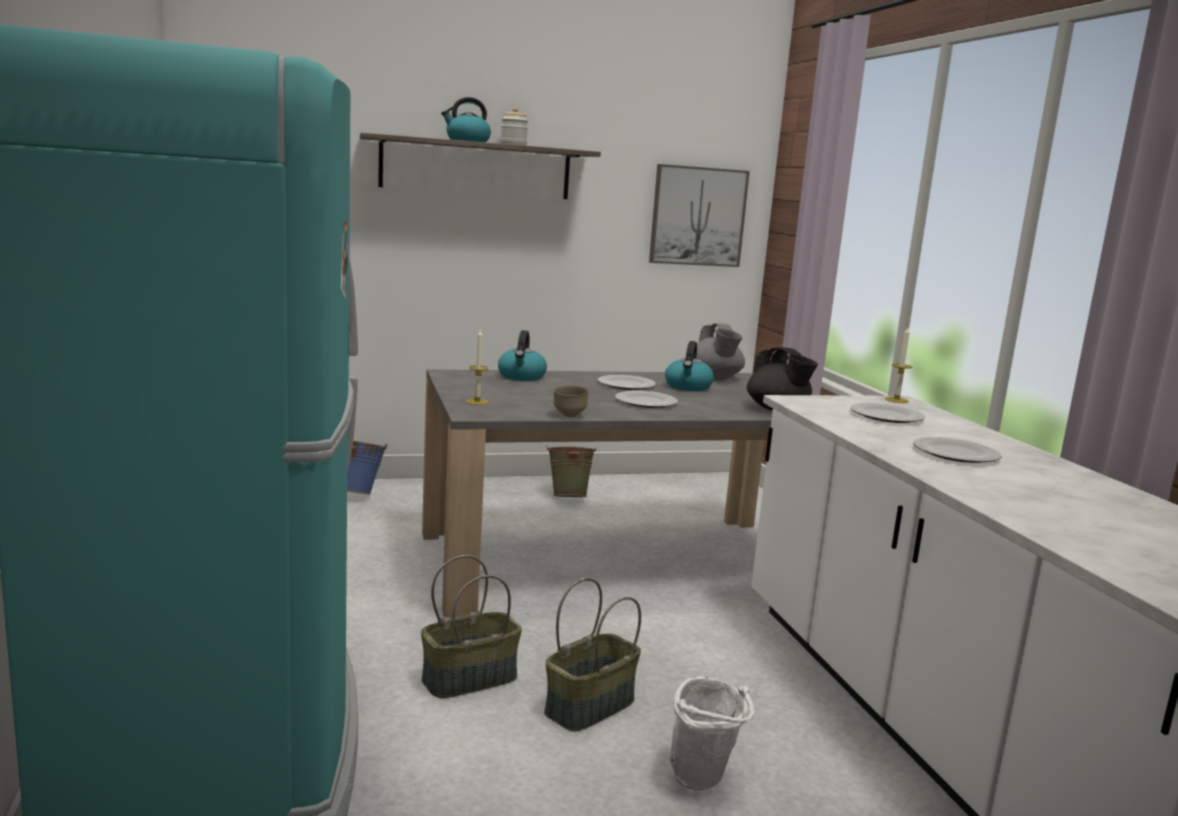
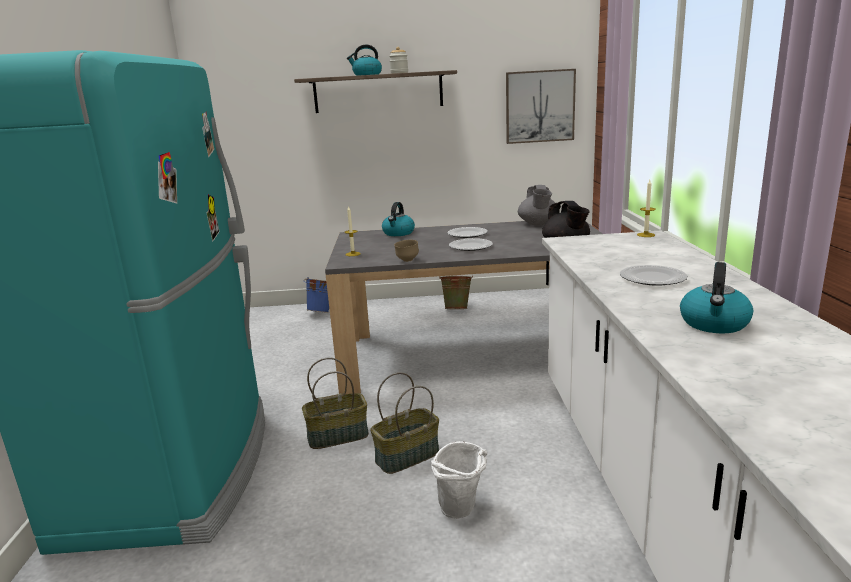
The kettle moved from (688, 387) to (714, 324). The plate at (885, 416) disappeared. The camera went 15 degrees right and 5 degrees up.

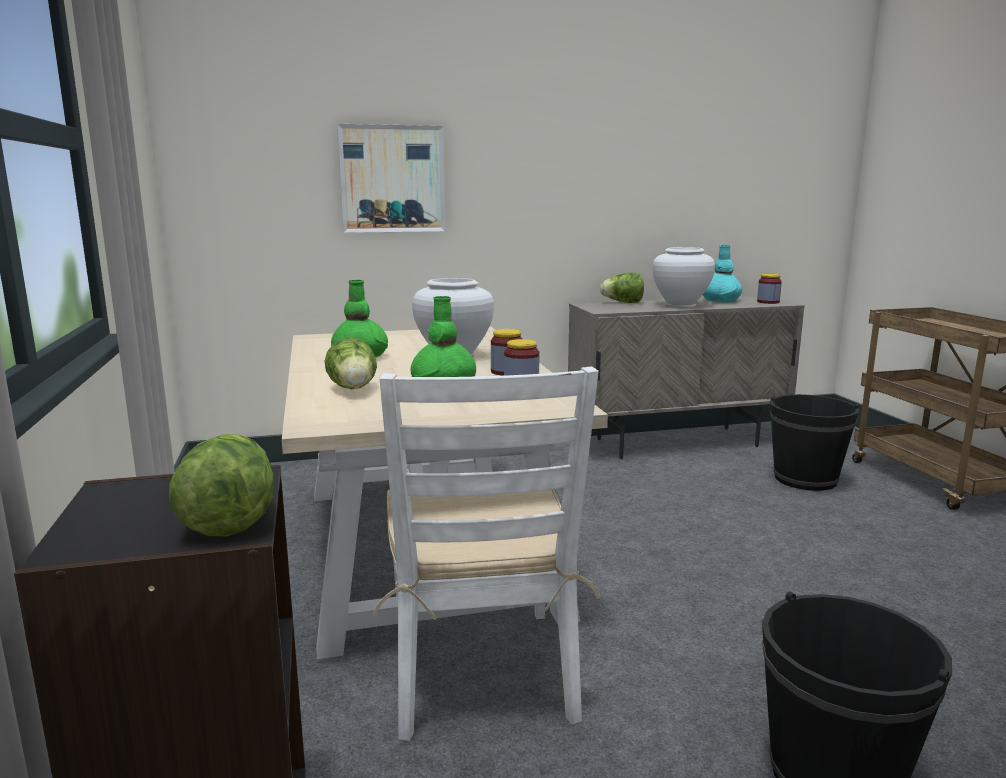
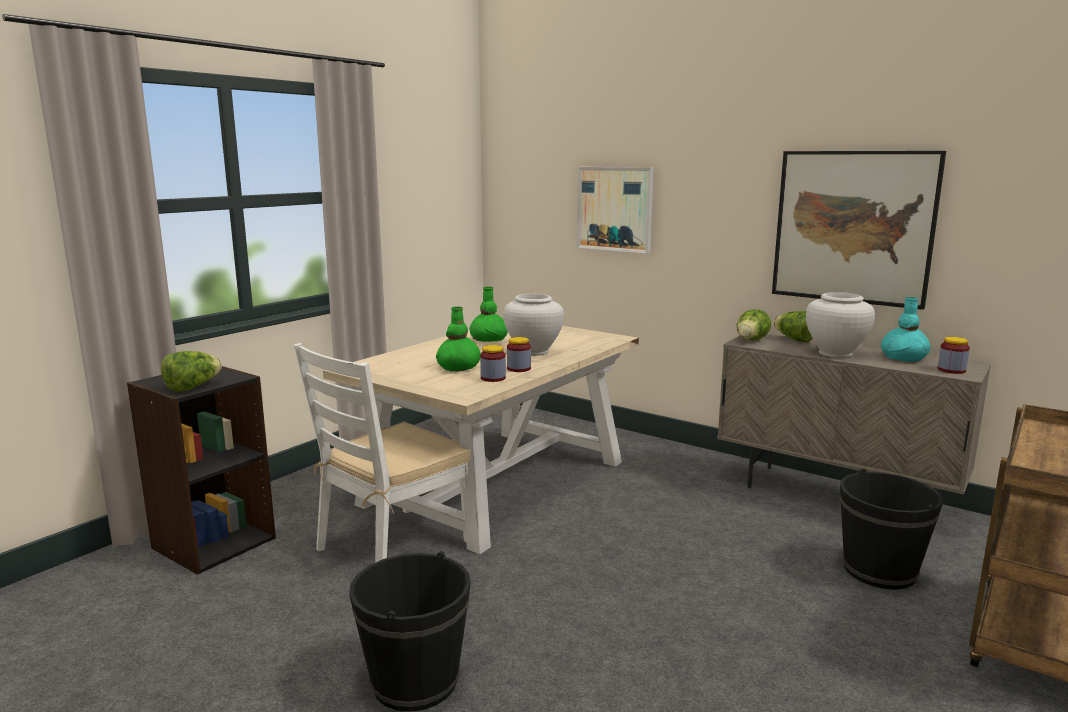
The lettuce_head moved from (354, 390) to (751, 340). The wall_picture at (853, 227) appeared. The camera went 50 degrees right and 0 degrees up.

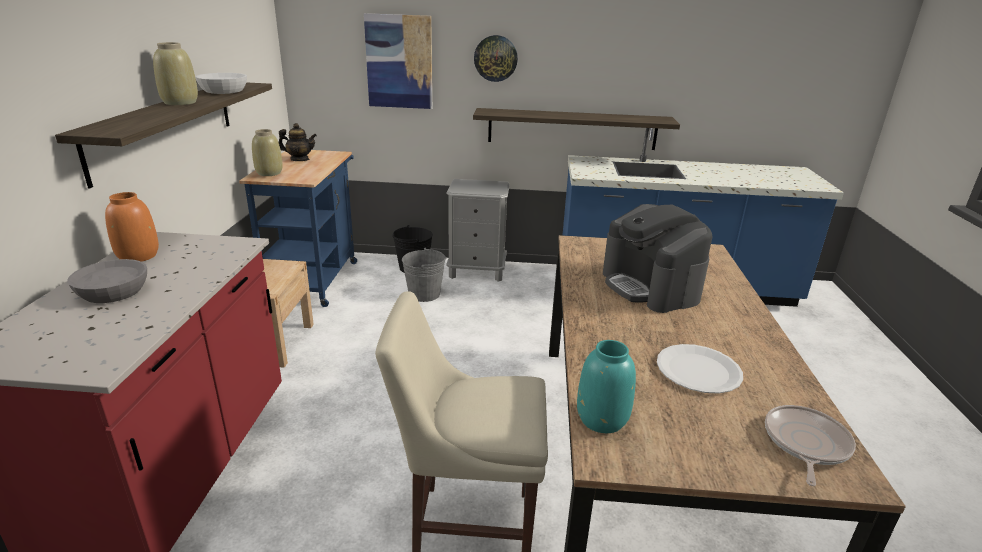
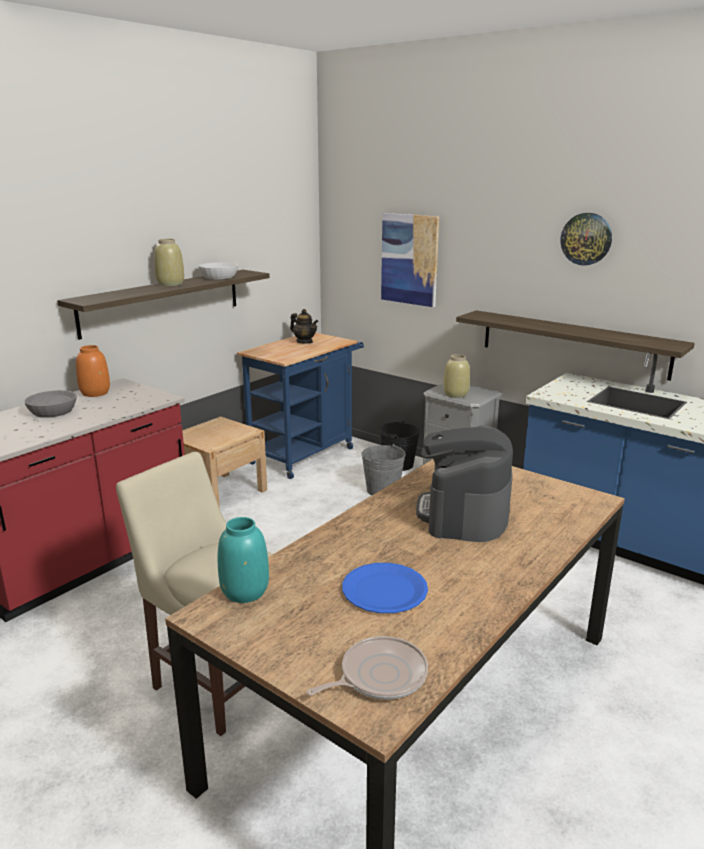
The sand-coloured_decorative_vase moved from (269, 173) to (455, 395). The hanging_clock moved from (495, 58) to (586, 239). The white_plate at (698, 370) became the bluish_plate at (384, 590). The camera went 35 degrees right and 5 degrees down.

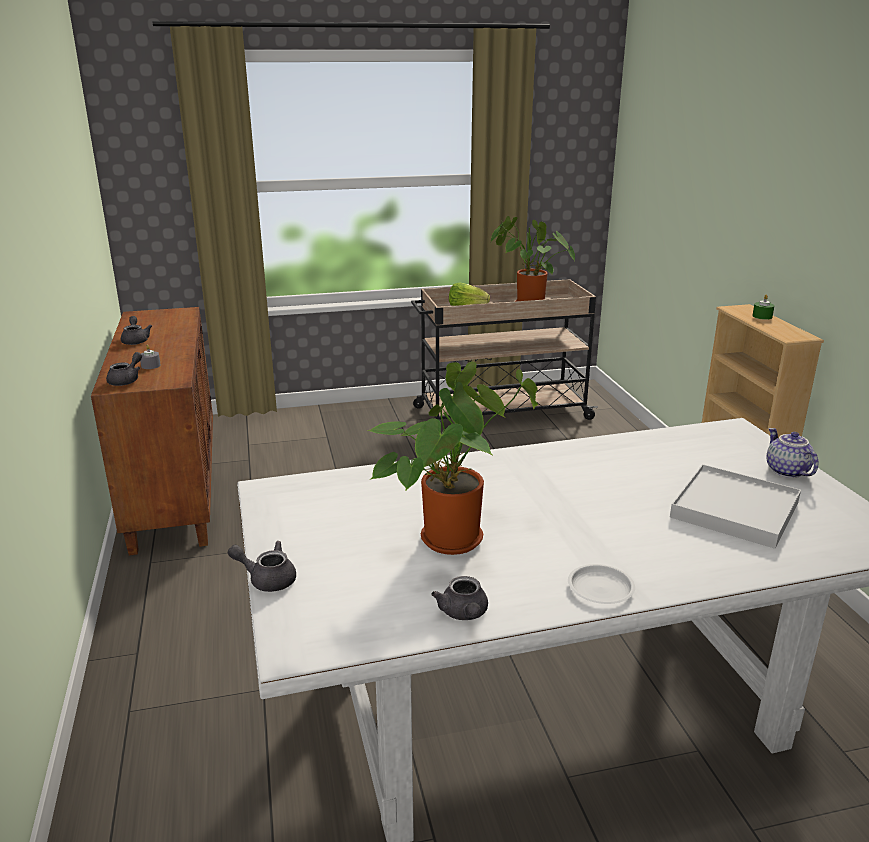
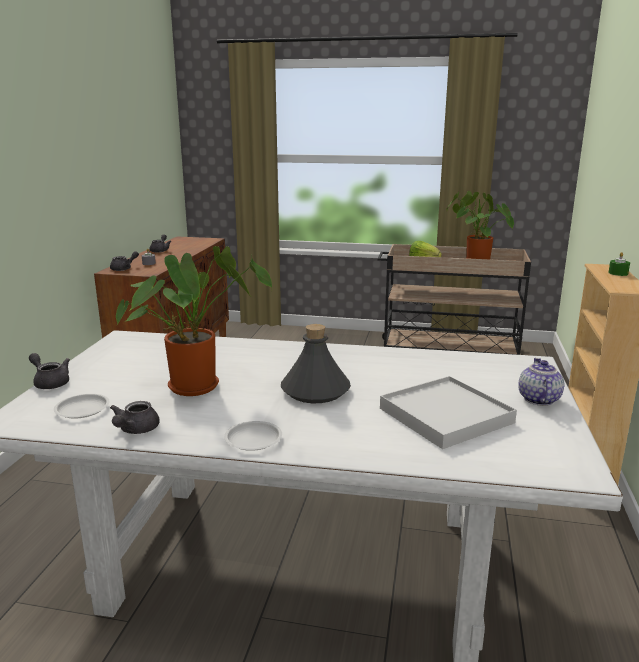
The white_plate at (83, 409) appeared. The grey_drink_bottle at (315, 391) appeared. The camera went 25 degrees right and 5 degrees down.

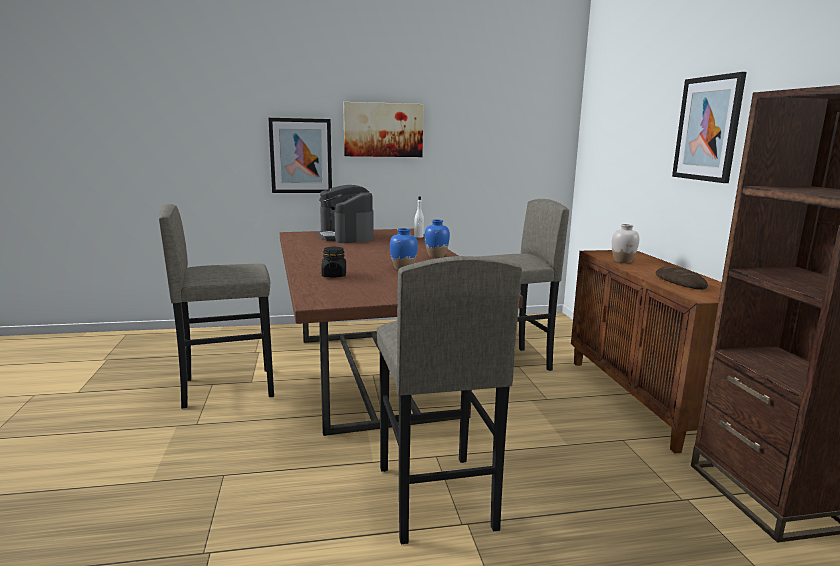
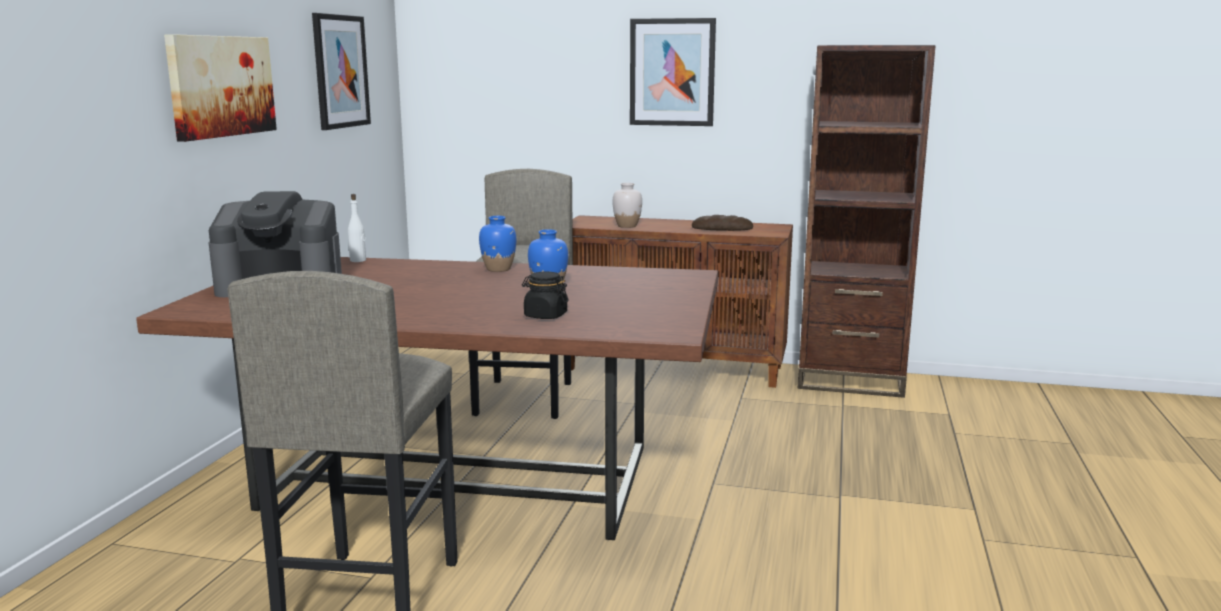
The wall_picture moved from (301, 156) to (340, 71). The grey_stool at (434, 497) disappeared. The camera went 65 degrees left and 0 degrees up.

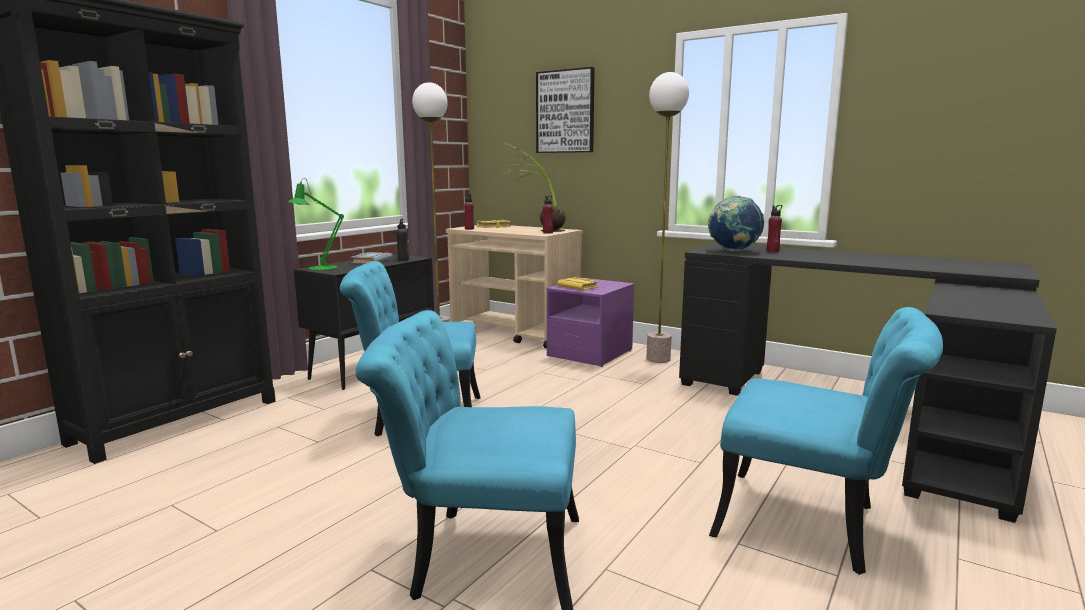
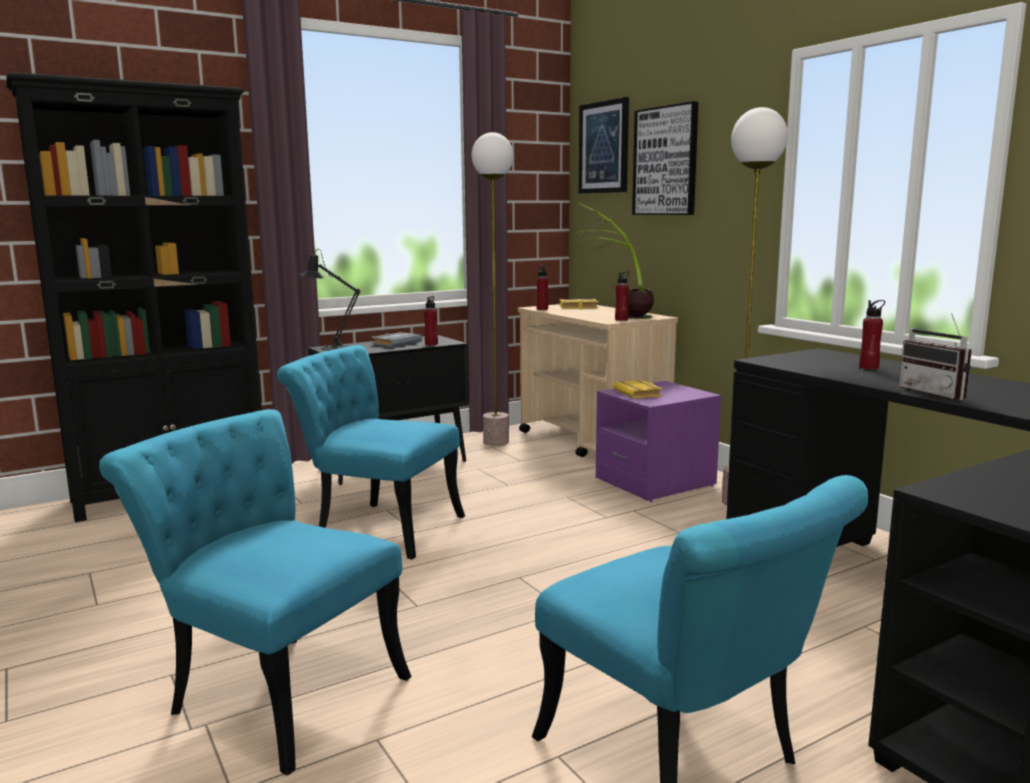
The greenish_table_lamp at (318, 268) became the blackish_table_lamp at (331, 348). The blackish_drink_bottle at (403, 260) became the red_drink_bottle at (431, 344). The world_globe at (733, 251) disappeared. The wall_picture at (604, 147) appeared. The radio_set at (937, 393) appeared. The camera went 25 degrees right and 0 degrees up.

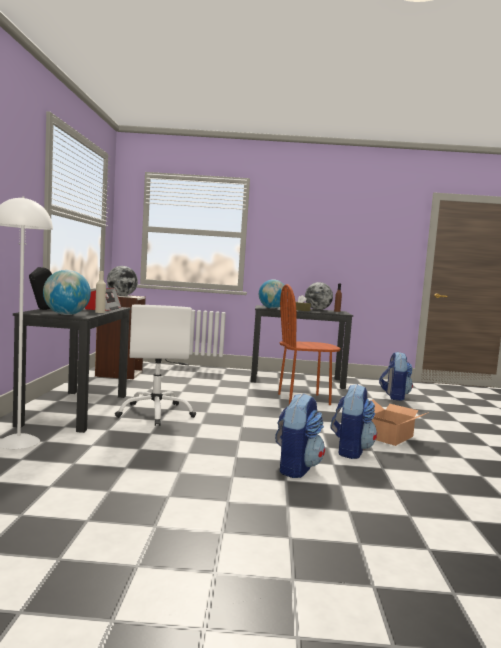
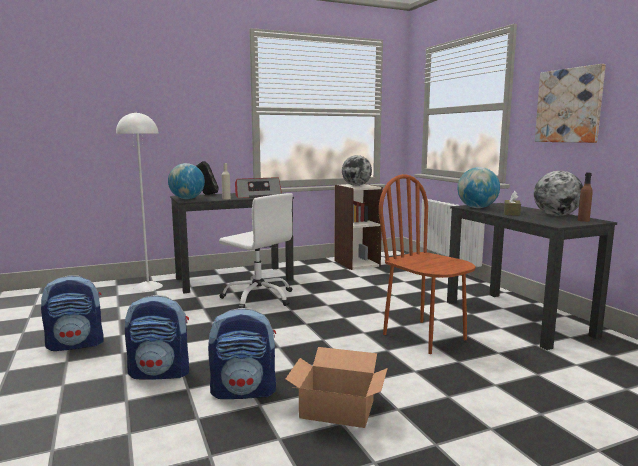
The white_desk_chair at (156, 413) turned 105 degrees counterclockwise. The knapsack moved from (394, 396) to (76, 344). The wall_picture at (569, 105) appeared. The camera went 65 degrees right and 5 degrees up.

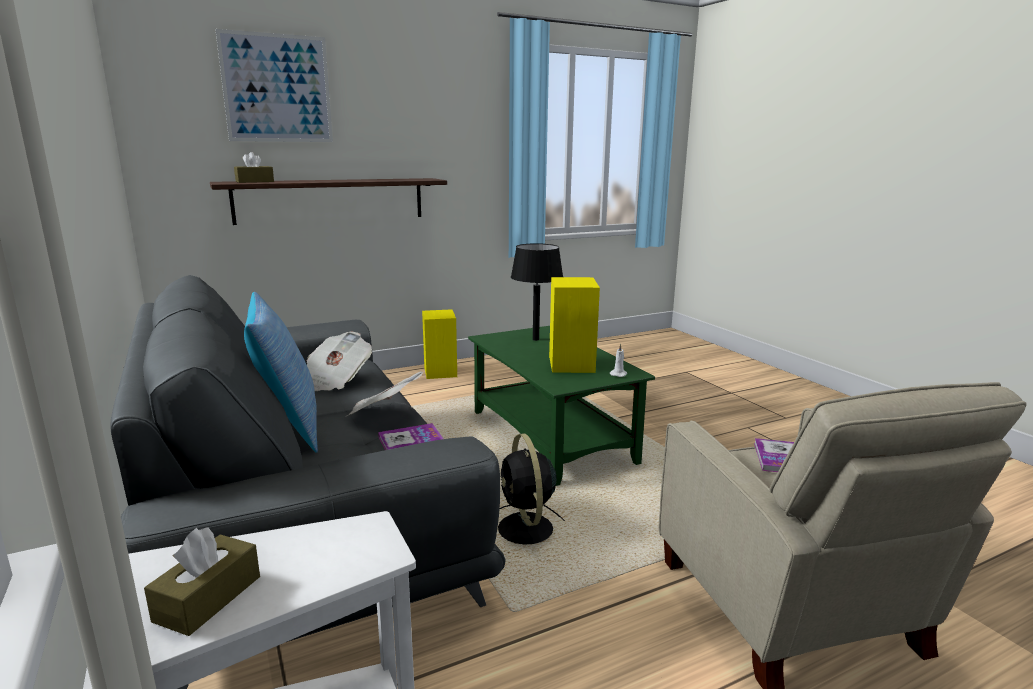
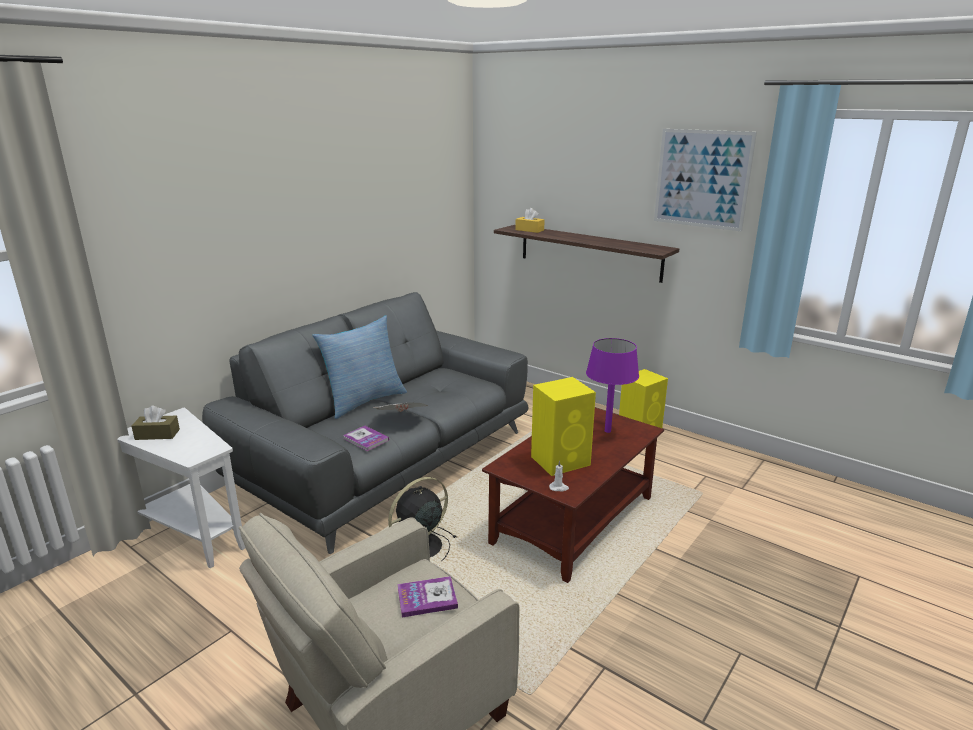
The wall_picture moved from (277, 88) to (702, 179). The brown_tissue_box at (255, 181) became the yellowish_tissue_box at (529, 230). The printed_paper at (335, 381) disappeared. The greenish_lounge_table at (549, 436) became the brown_lounge_table at (573, 519). The blackish_table_lamp at (536, 339) became the purple_table_lamp at (607, 431). The camera went 65 degrees right and 5 degrees up.

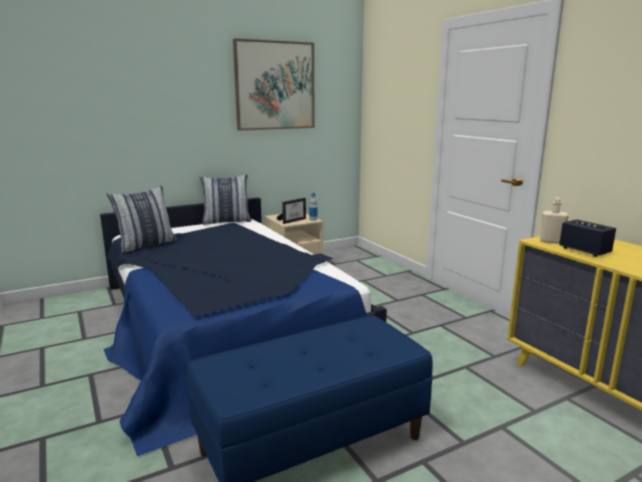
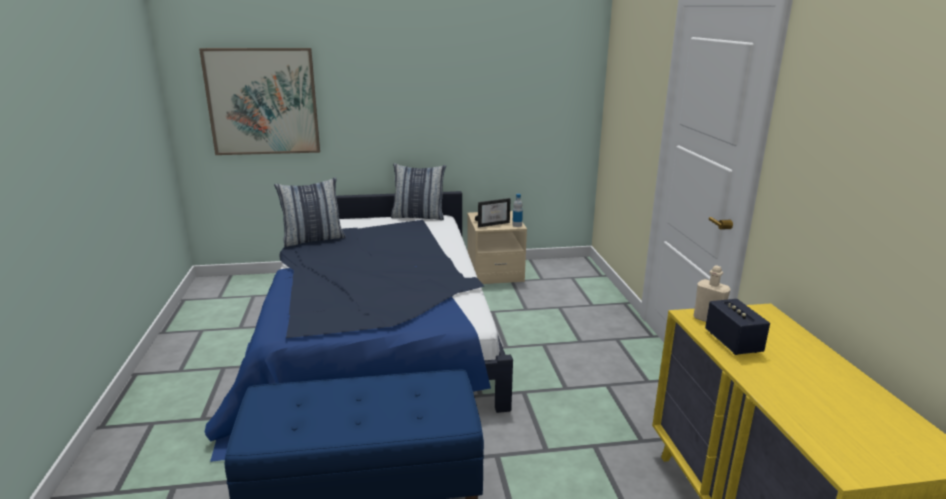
The wall_picture moved from (275, 86) to (262, 102). The camera went 20 degrees right and 5 degrees up.

